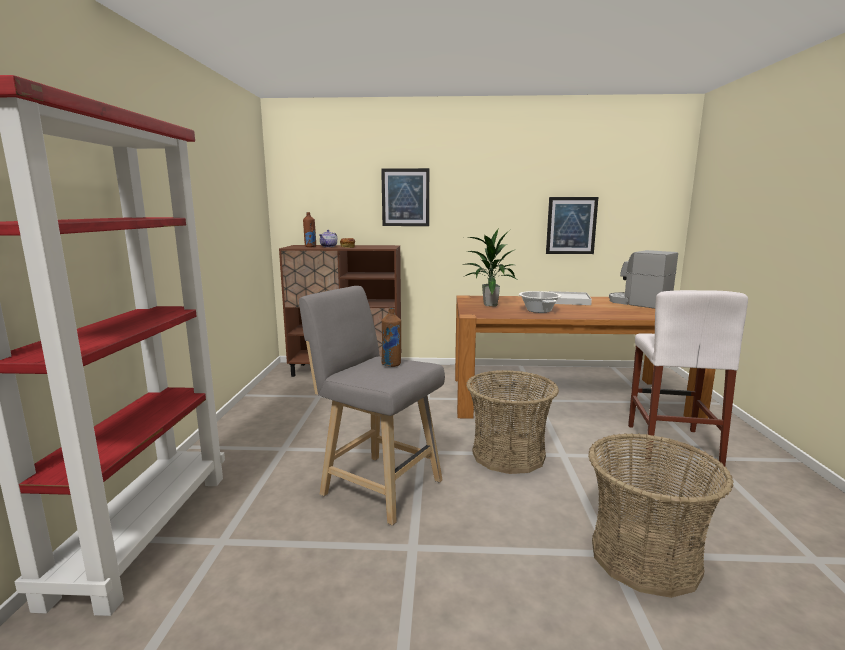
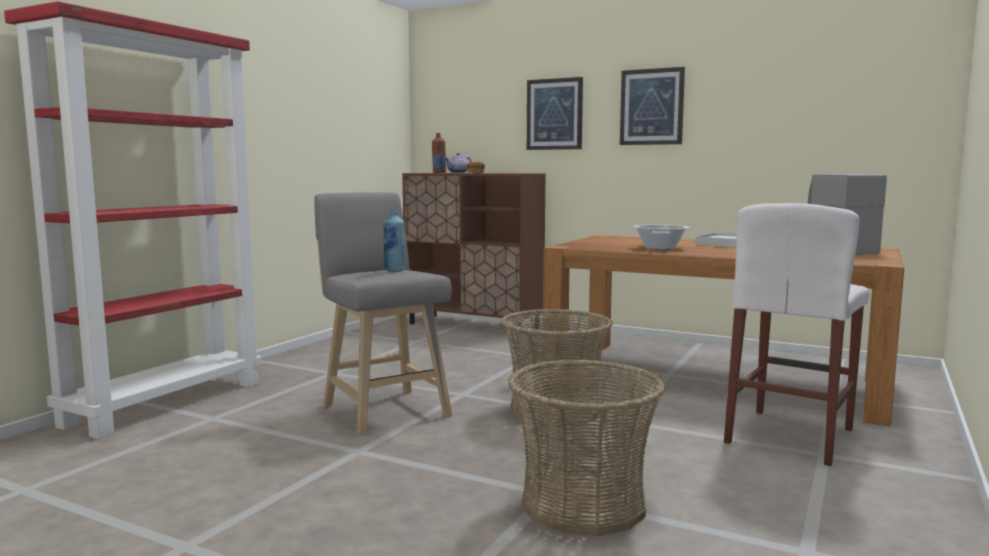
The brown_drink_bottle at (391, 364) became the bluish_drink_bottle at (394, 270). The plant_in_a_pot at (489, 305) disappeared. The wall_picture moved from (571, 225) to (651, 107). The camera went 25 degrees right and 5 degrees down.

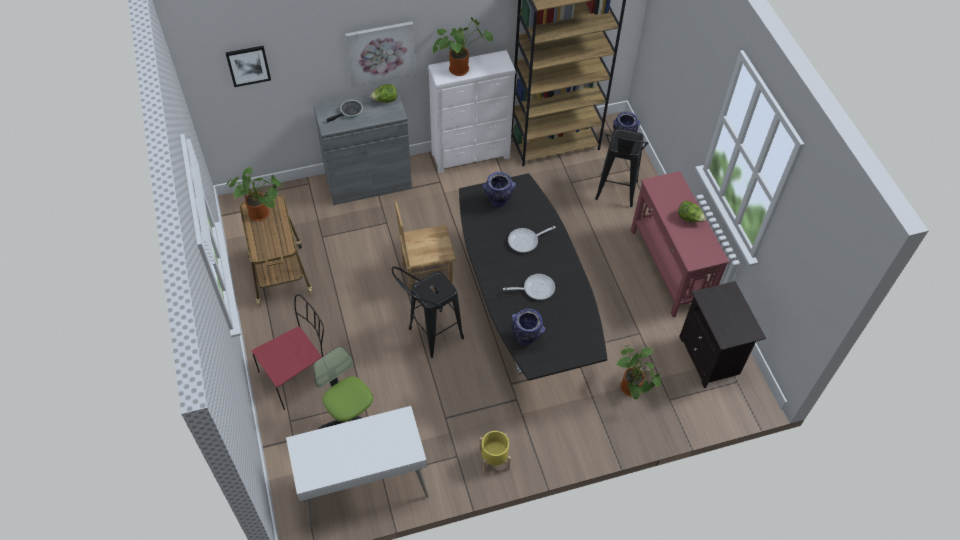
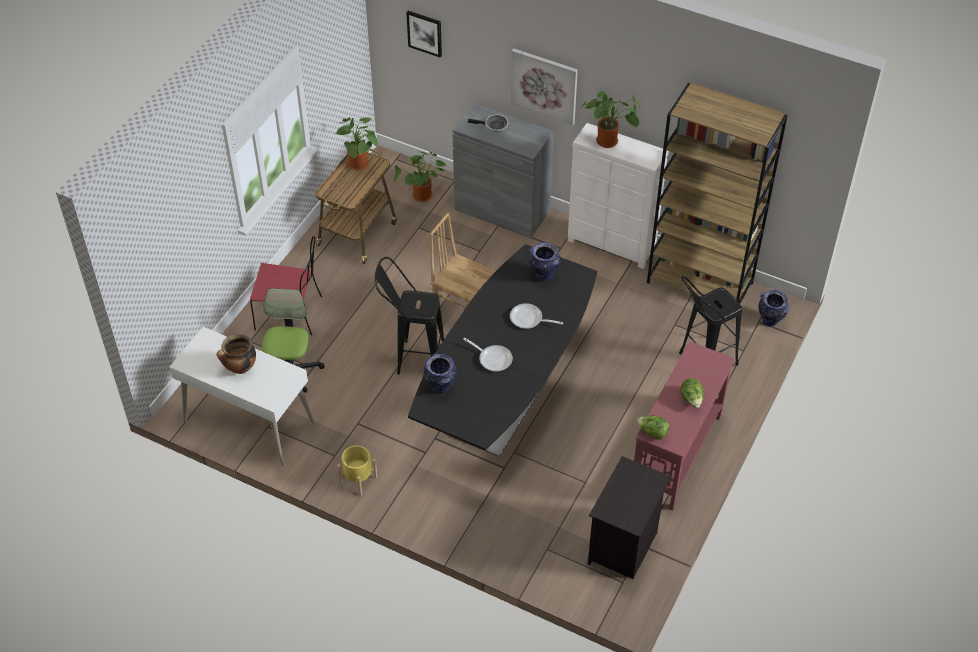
The lettuce_head moved from (385, 100) to (652, 433). The plant_in_a_pot moved from (632, 389) to (422, 197). The cooking_pot at (240, 368) appeared. The camera went 45 degrees right and 5 degrees down.

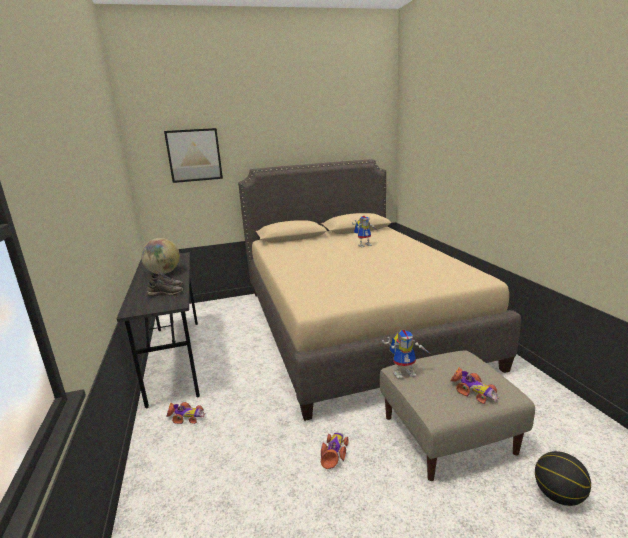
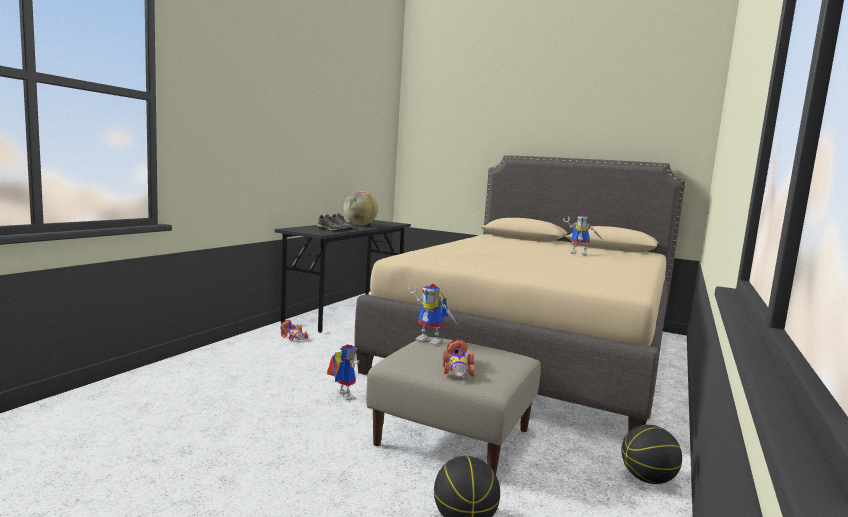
The wall_picture at (194, 155) disappeared. The miniature_car at (334, 452) was replaced by the toy_robot at (341, 395). The basketball_ball at (647, 479) appeared. The camera went 40 degrees right and 10 degrees down.

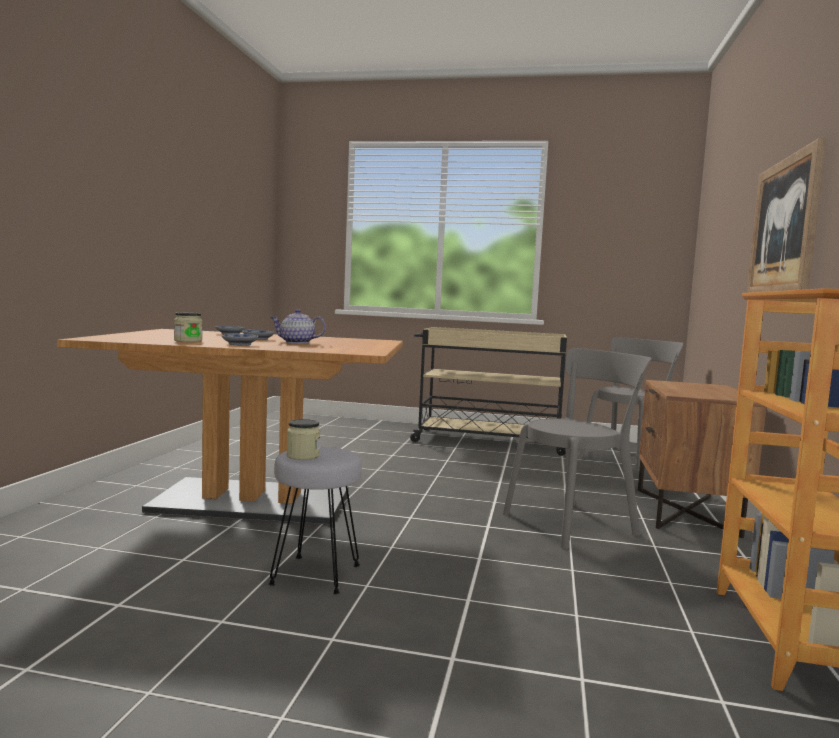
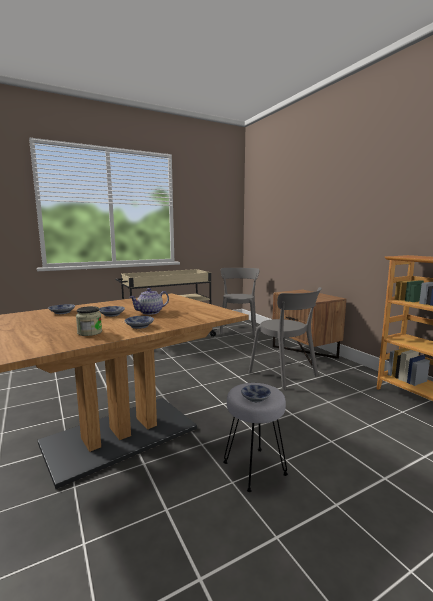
The storage_jar at (303, 456) was replaced by the bowl at (255, 398). The grey_chair at (574, 523) turned 120 degrees clockwise. The wall_picture at (783, 227) disappeared. The camera went 40 degrees left and 5 degrees up.

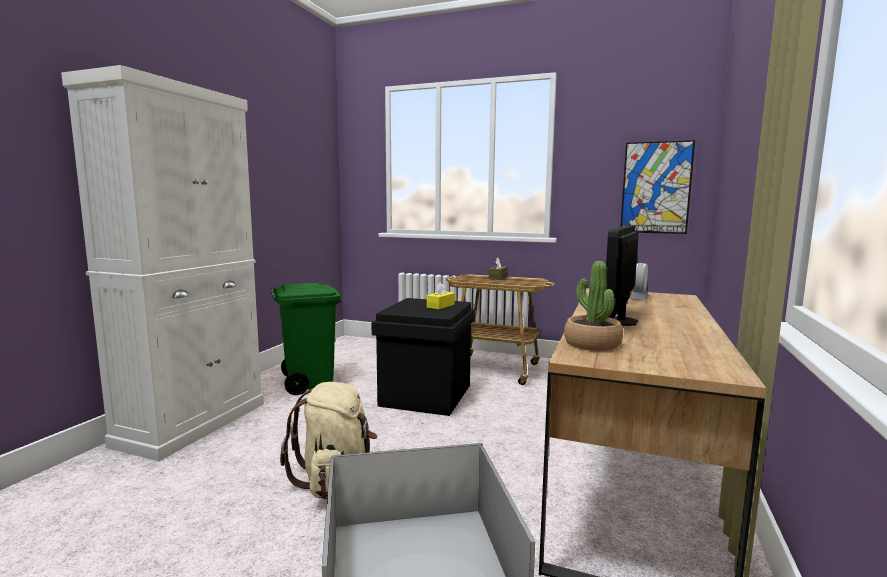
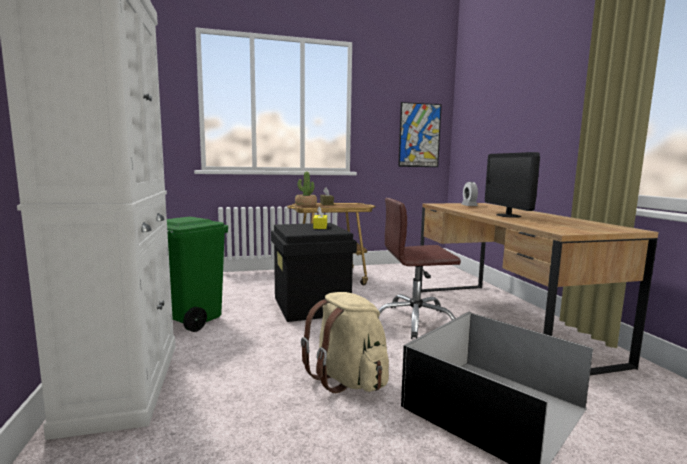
The plant_in_a_pot moved from (592, 344) to (305, 204). The brown_desk_chair at (415, 321) appeared. The camera went 35 degrees left and 0 degrees up.

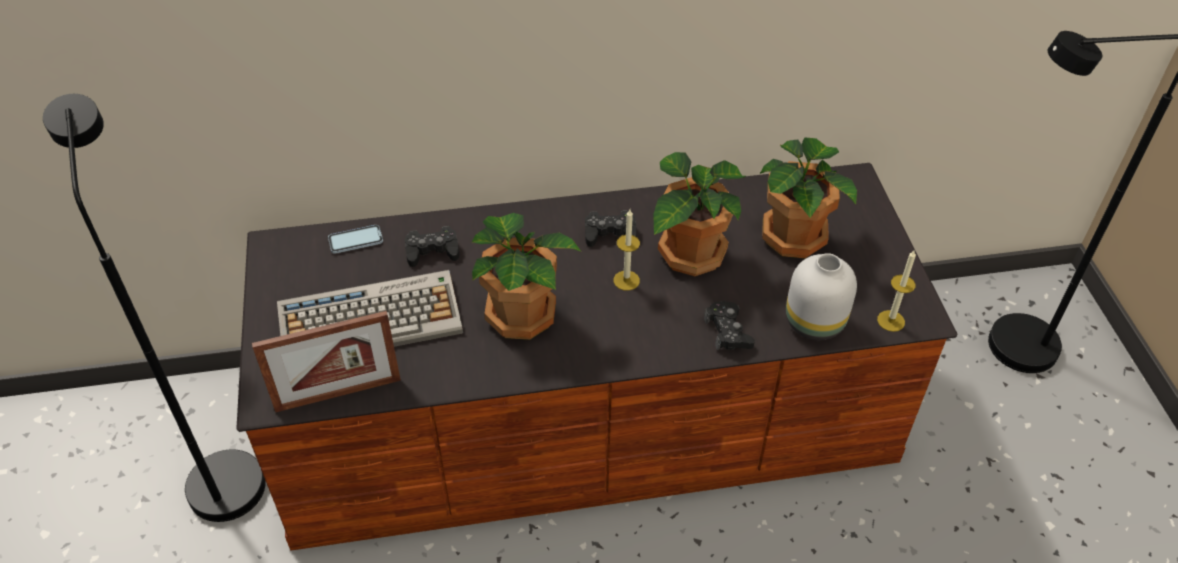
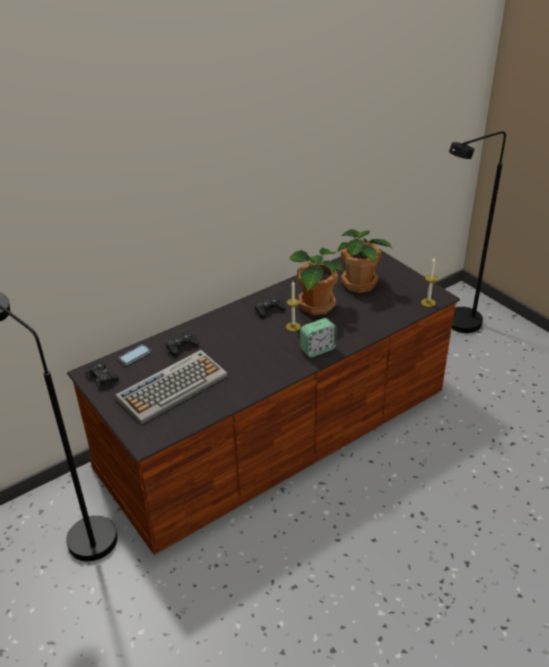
The picture_frame at (338, 394) disappeared. The plant_in_a_pot at (522, 314) disappeared. The blackish_joypad moved from (728, 332) to (102, 378). The white_decorative_vase at (815, 324) disappeared. The bedside_clock at (317, 349) appeared. The camera went 25 degrees left and 10 degrees down.

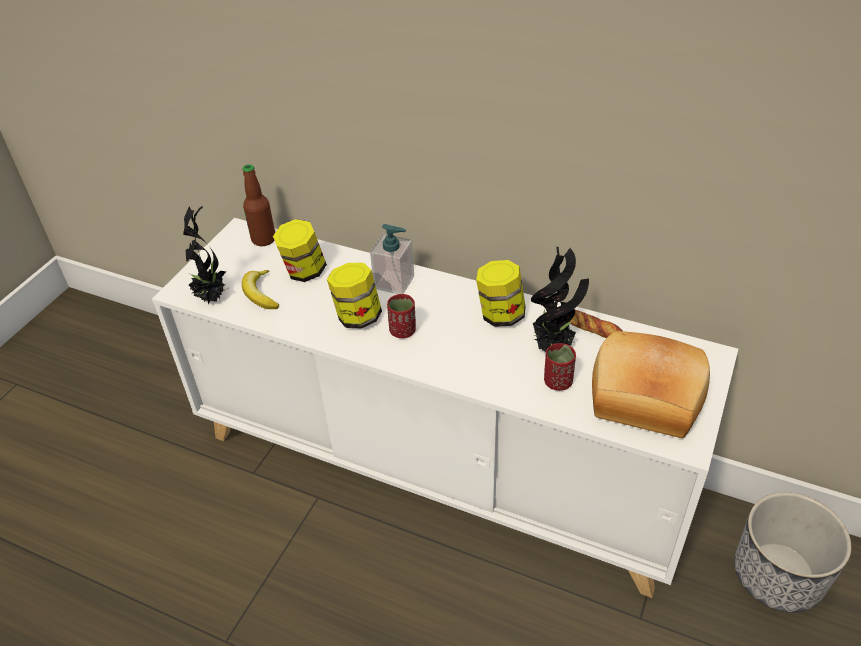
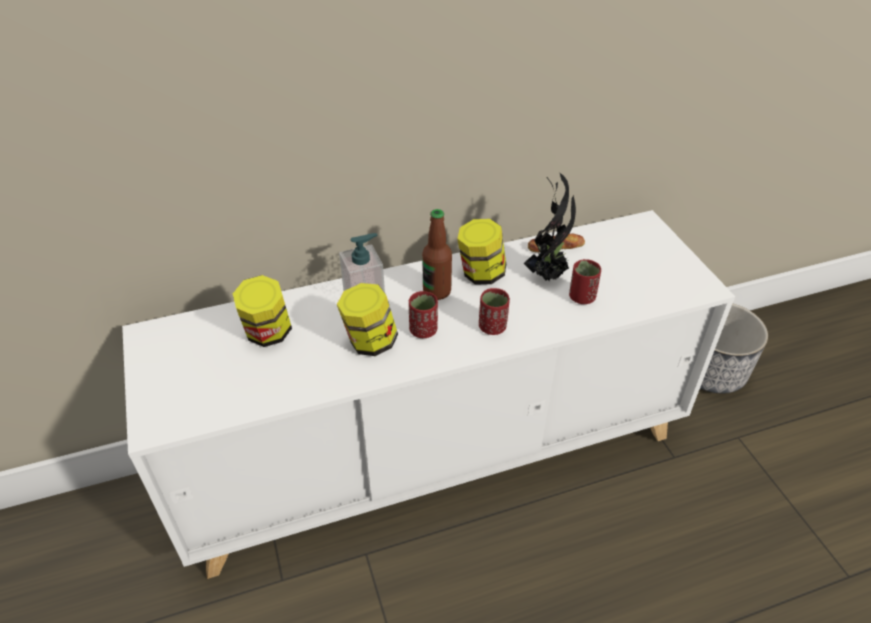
The plant_in_a_pot at (212, 297) disappeared. The drink_bottle moved from (263, 239) to (437, 291). The whole_banana at (260, 294) disappeared. The baked_bread at (644, 400) disappeared. The red_cup at (492, 327) appeared. The camera went 45 degrees left and 0 degrees up.

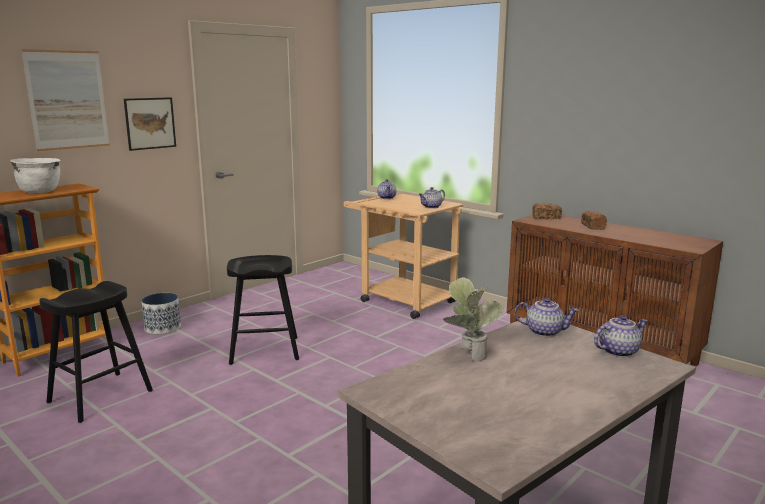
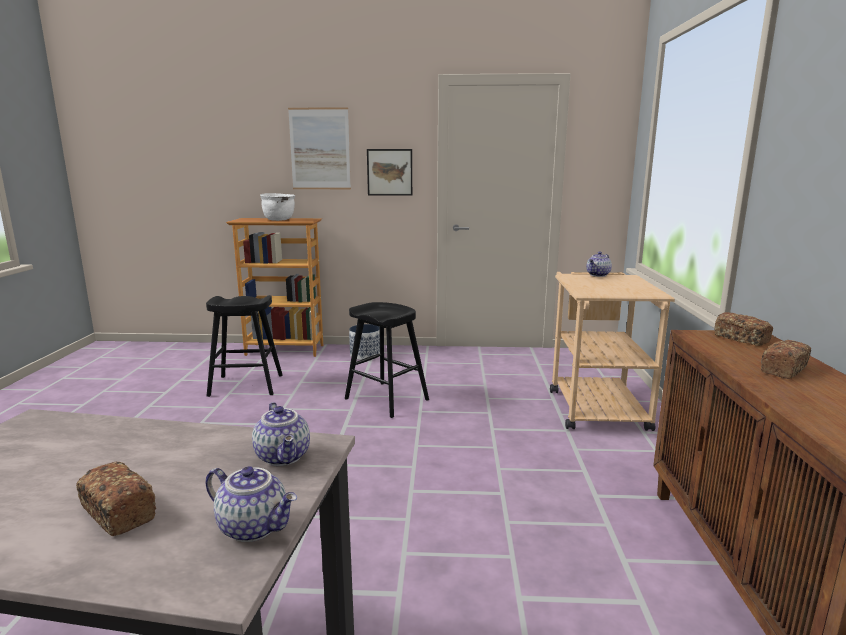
The teapot at (431, 207) disappeared. The plant_in_a_pot at (469, 354) disappeared. The baked_bread at (118, 513) appeared. The camera went 50 degrees right and 0 degrees up.

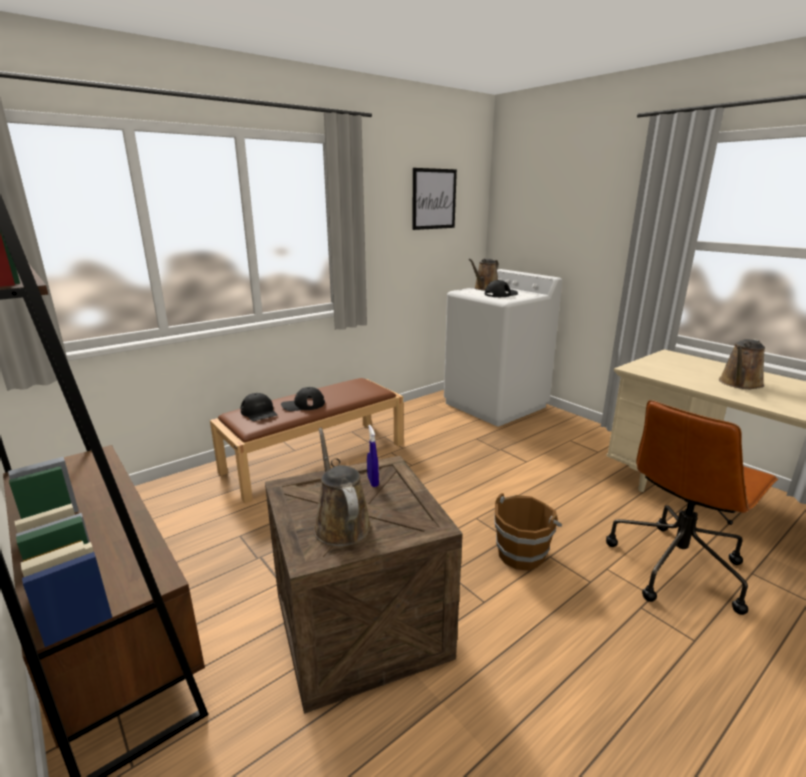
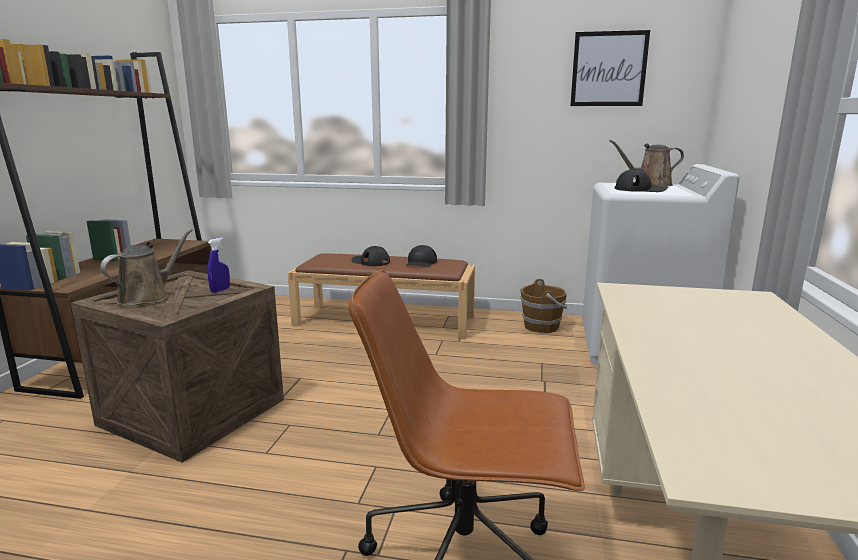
The blackish_cap moved from (259, 413) to (421, 263). The brown_water_bucket moved from (521, 553) to (542, 326). The brown_sprinkling_can at (739, 384) disappeared. The camera went 50 degrees right and 5 degrees down.

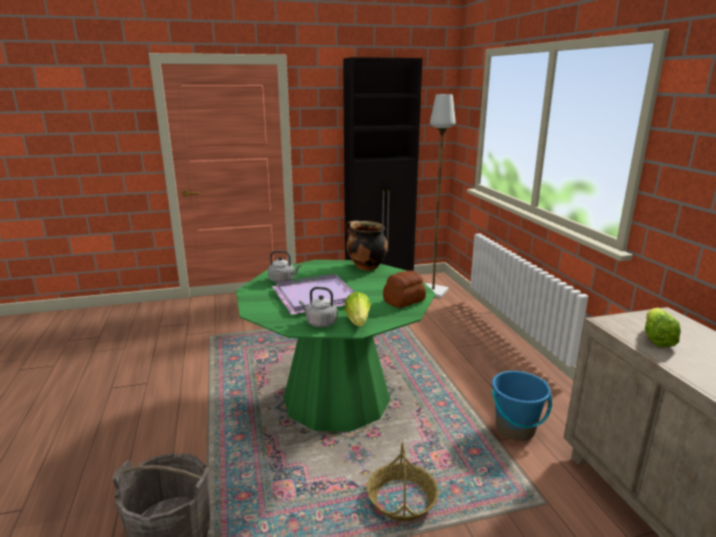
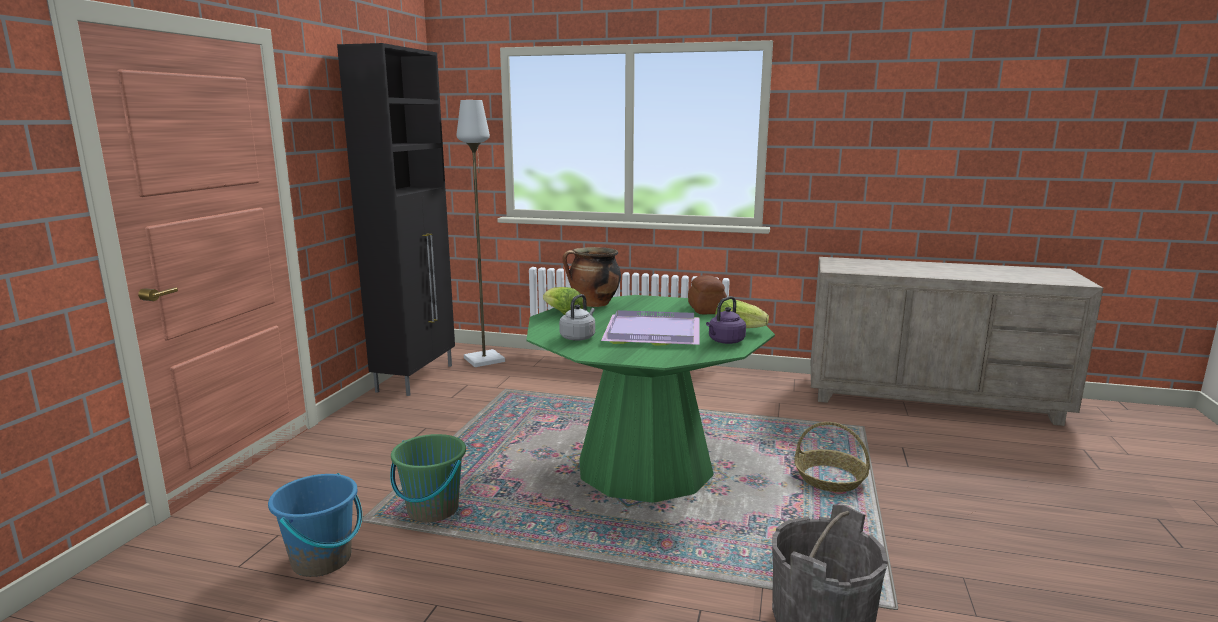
The grey_kettle at (319, 323) became the purple_kettle at (725, 341). The bluish_water_bucket moved from (515, 429) to (322, 560). The lettuce_head moved from (656, 339) to (563, 314). The greenish_water_bucket at (432, 510) appeared. The camera went 60 degrees left and 5 degrees down.

